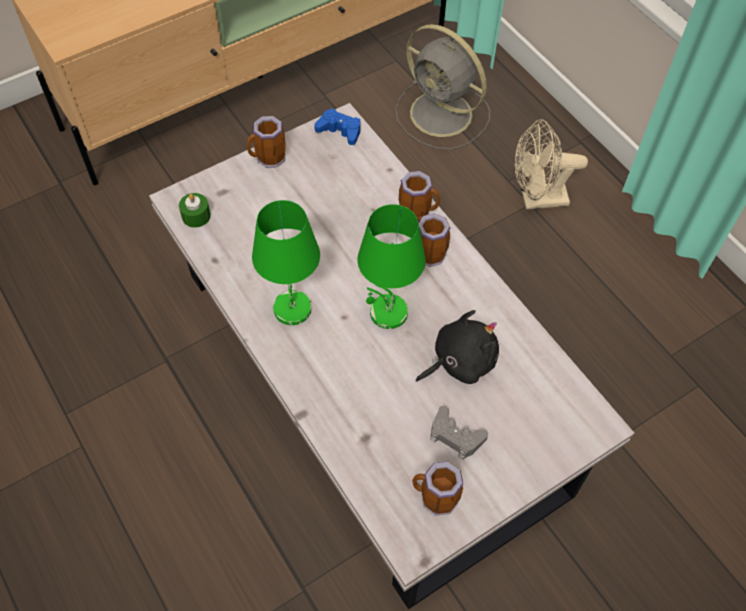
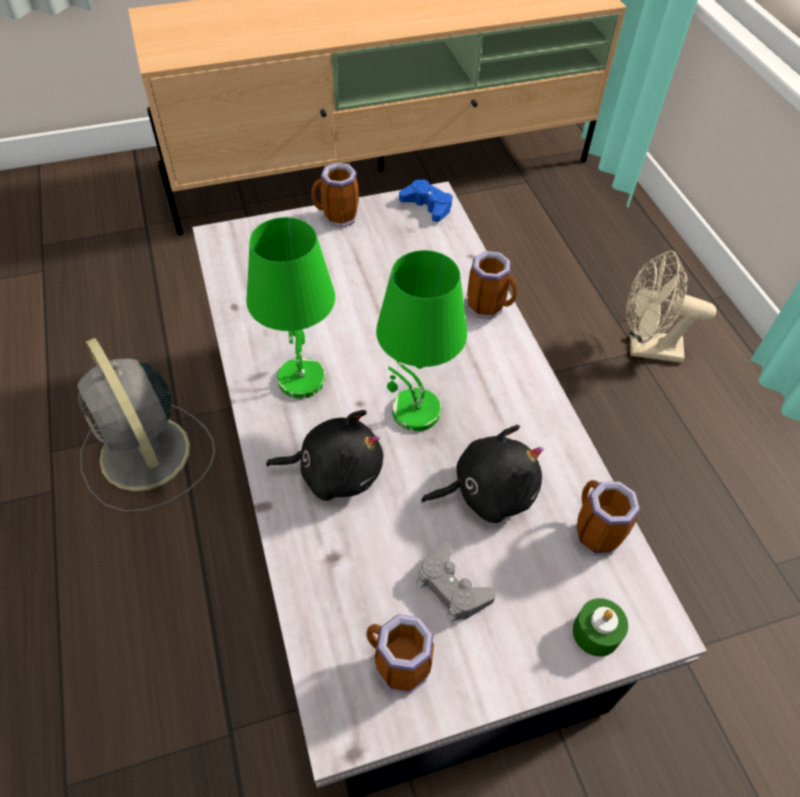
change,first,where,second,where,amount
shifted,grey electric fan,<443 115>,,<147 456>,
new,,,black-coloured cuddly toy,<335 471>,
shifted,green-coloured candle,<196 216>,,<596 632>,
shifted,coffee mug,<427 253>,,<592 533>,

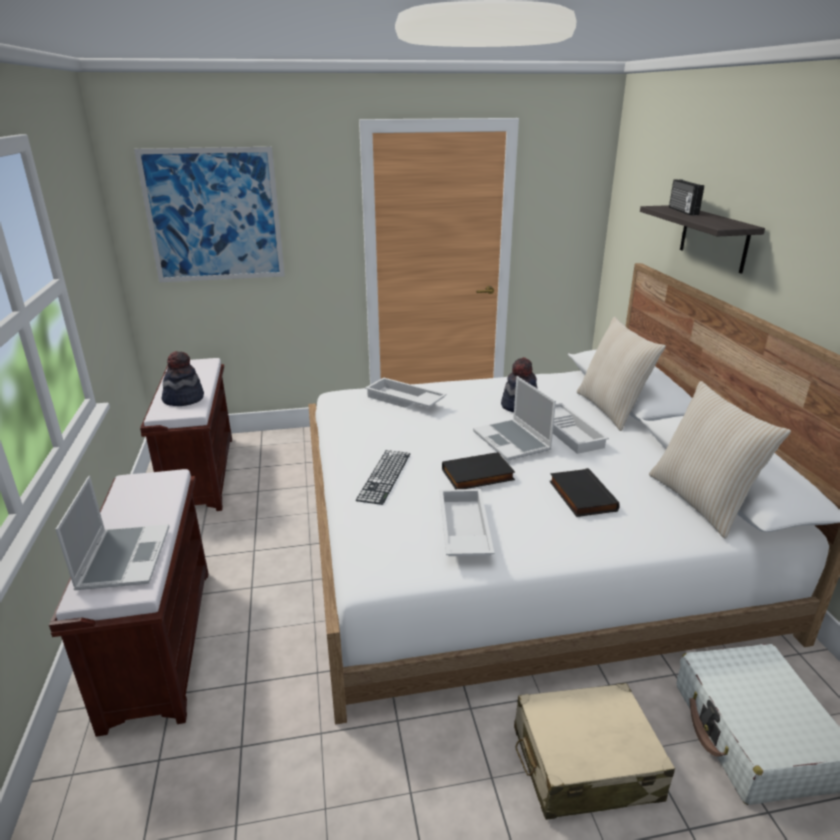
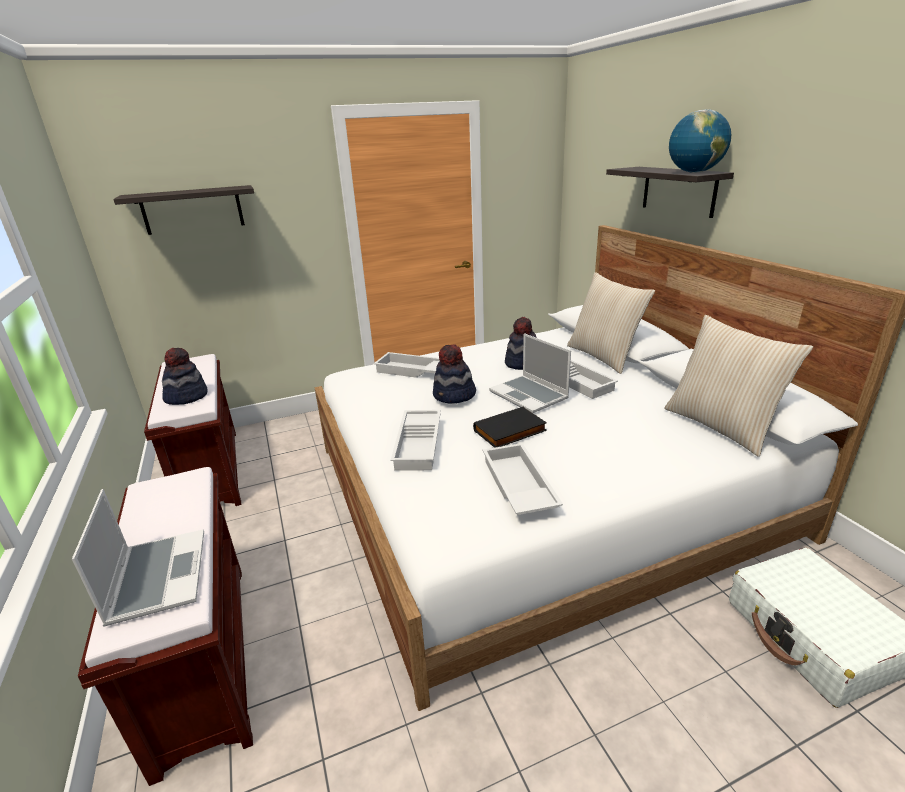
change,first,where,second,where,amount
swapped,wall picture,<214 216>,wall shelf,<192 210>,
swapped,keyboard,<384 476>,white carrying tray,<420 444>,
new,,,hat,<454 396>,
new,,,desk globe,<694 172>,
gone,sand-coloured suitcase,<584 763>,,,
gone,black-coloured volume,<580 496>,,,
gone,radio,<682 211>,,,

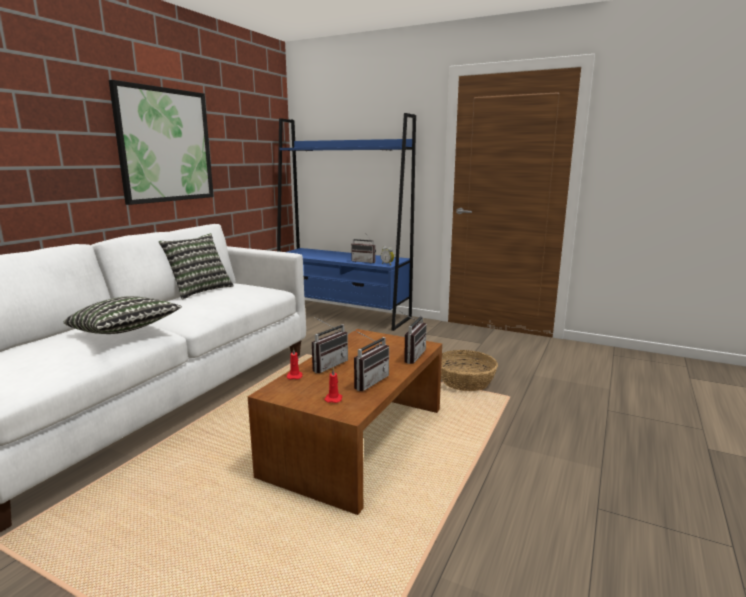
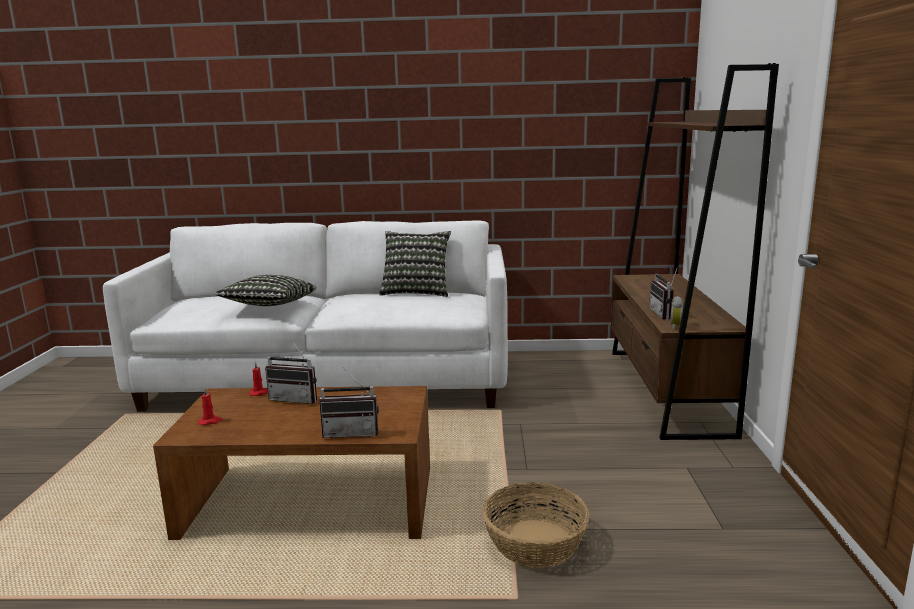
change,first,where,second,where,amount
repainted,bluish shelving unit,<342 314>,brownish shelving unit,<666 390>,
gone,wall picture,<165 145>,,,
gone,radio,<367 381>,,,

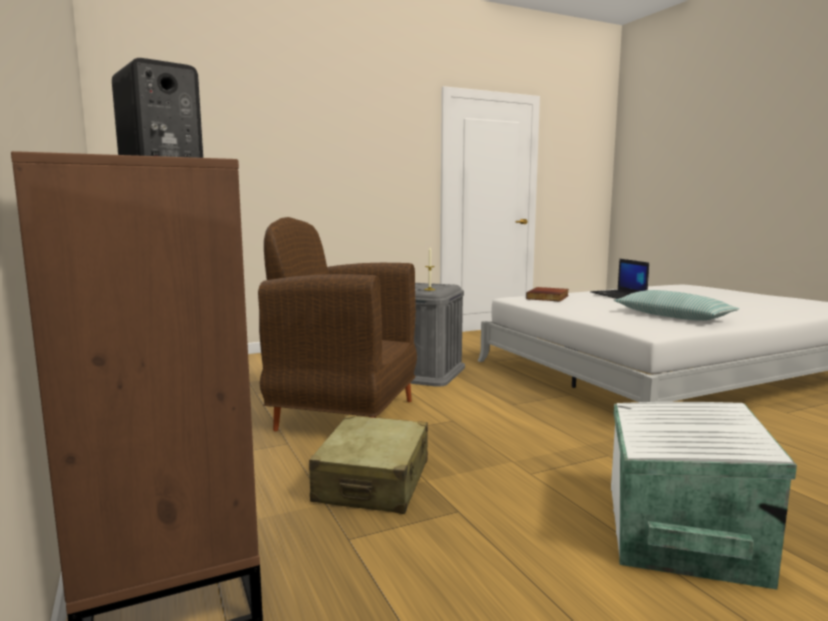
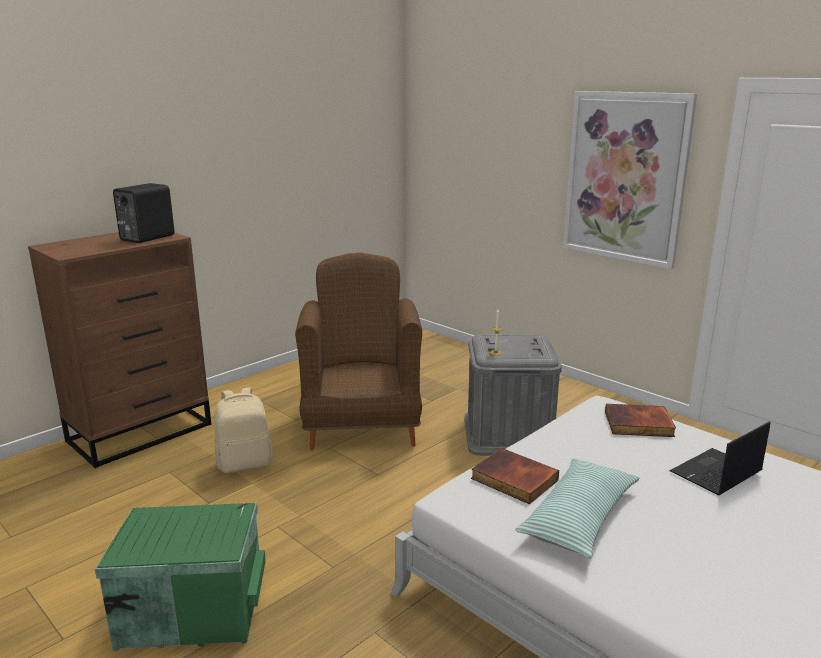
change,first,where,second,where,amount
repainted,white storage box,<678 531>,green-coloured storage box,<191 605>,
swapped,sand-coloured suitcase,<373 481>,sand-coloured backpack,<245 463>,
new,,,volume,<513 480>,
new,,,wall picture,<625 177>,

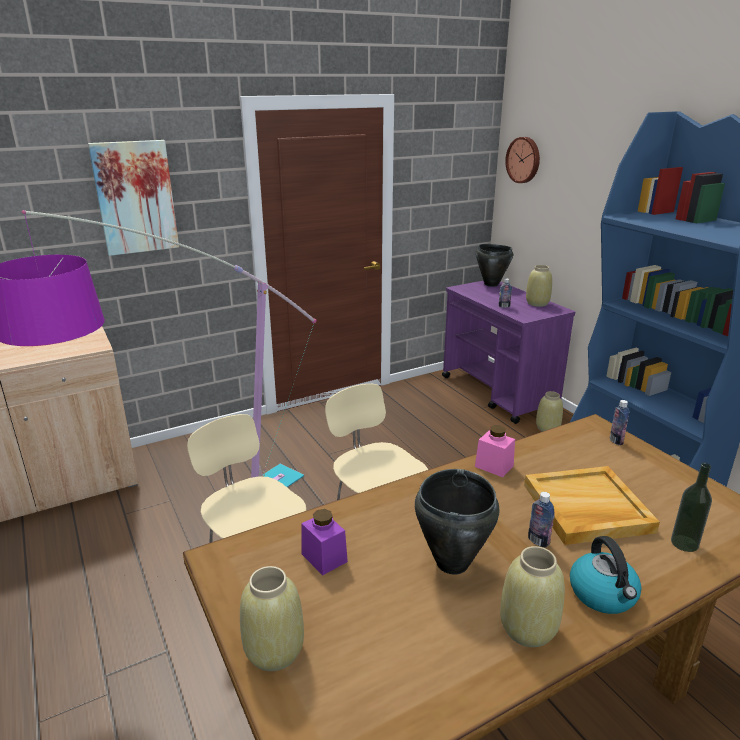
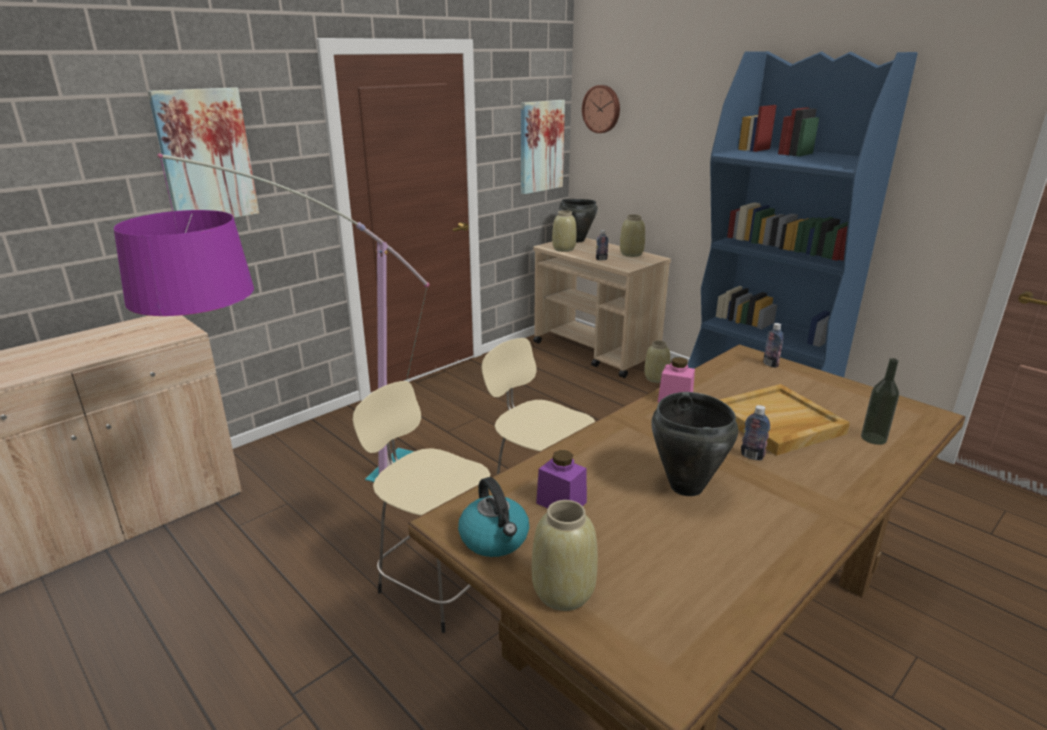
change,first,where,second,where,amount
shifted,tea kettle,<603 594>,,<495 539>,
new,,,wall picture,<541 146>,
repainted,purple wheeled cart,<499 393>,sand-coloured wheeled cart,<596 351>,
shifted,sand-coloured flower vase,<527 629>,,<563 249>,

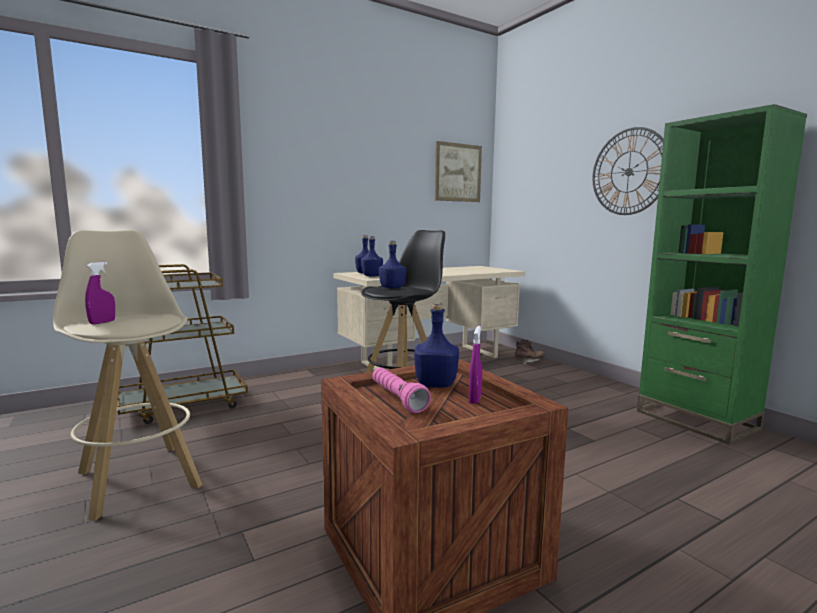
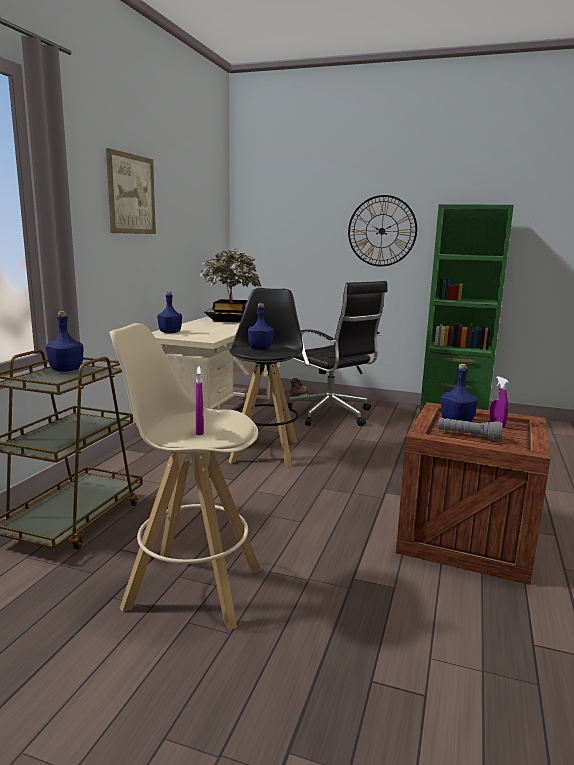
change,first,where,second,where,amount
shifted,bluish beverage bottle,<372 276>,,<67 370>,
shifted,wall picture,<458 172>,,<131 194>,
new,,,houseplant,<231 319>,
new,,,black-coloured office chair,<331 415>,
repainted,pinkish torch,<397 399>,grey torch,<468 436>,

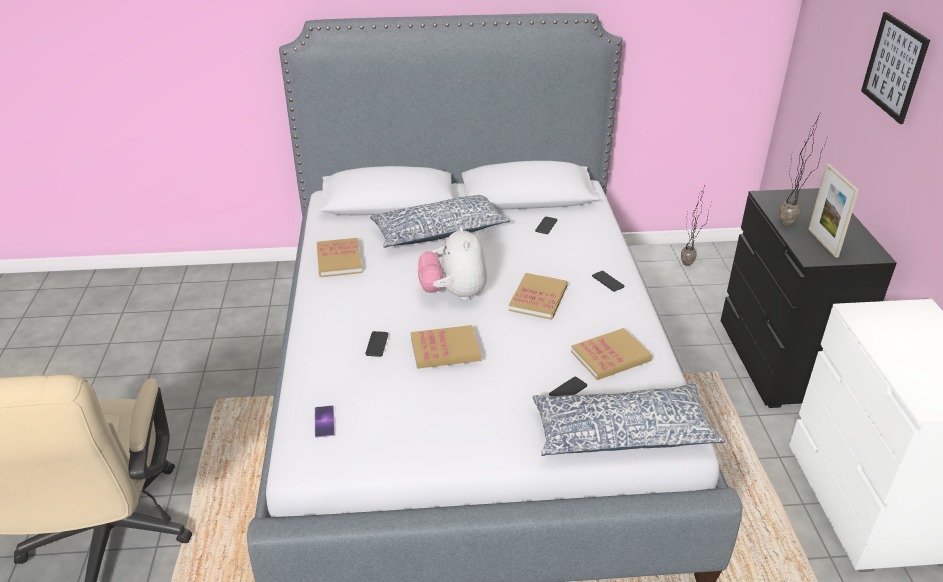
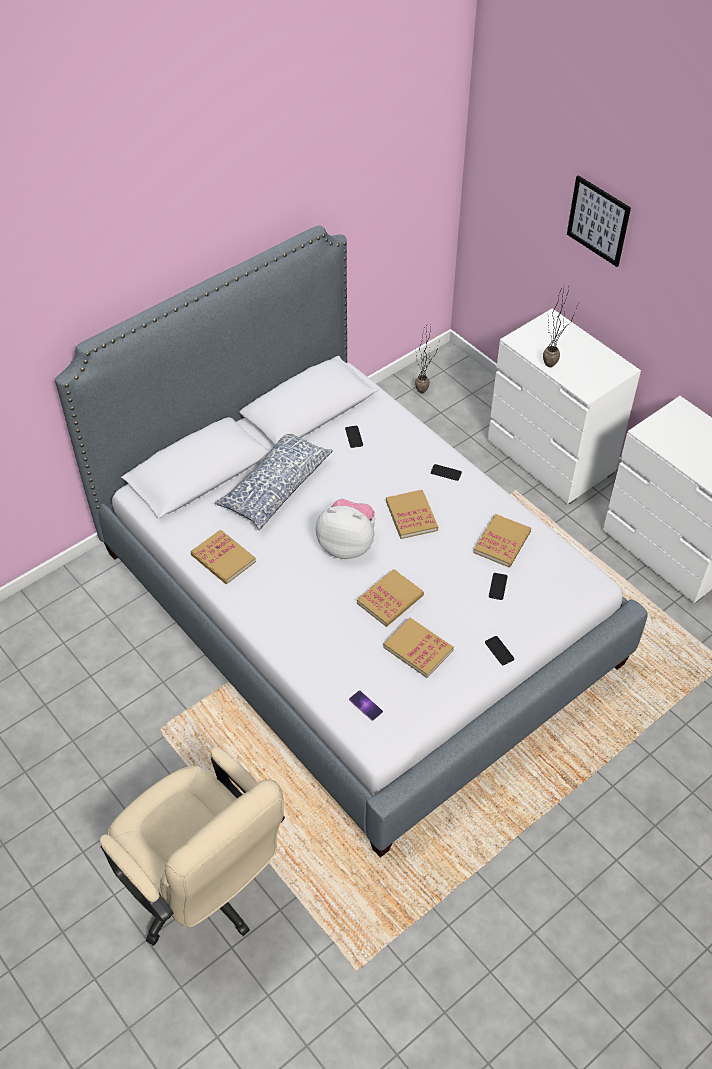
change,first,where,second,where,amount
rotated,cuddly toy,<454 294>,,<347 545>,150 degrees clockwise
new,,,volume,<418 649>,
shifted,handset,<377 344>,,<499 651>,
repainted,black-coloured drawer chest,<779 362>,white drawer chest,<551 457>,
gone,pillow,<621 433>,,,
gone,photo frame,<823 242>,,,

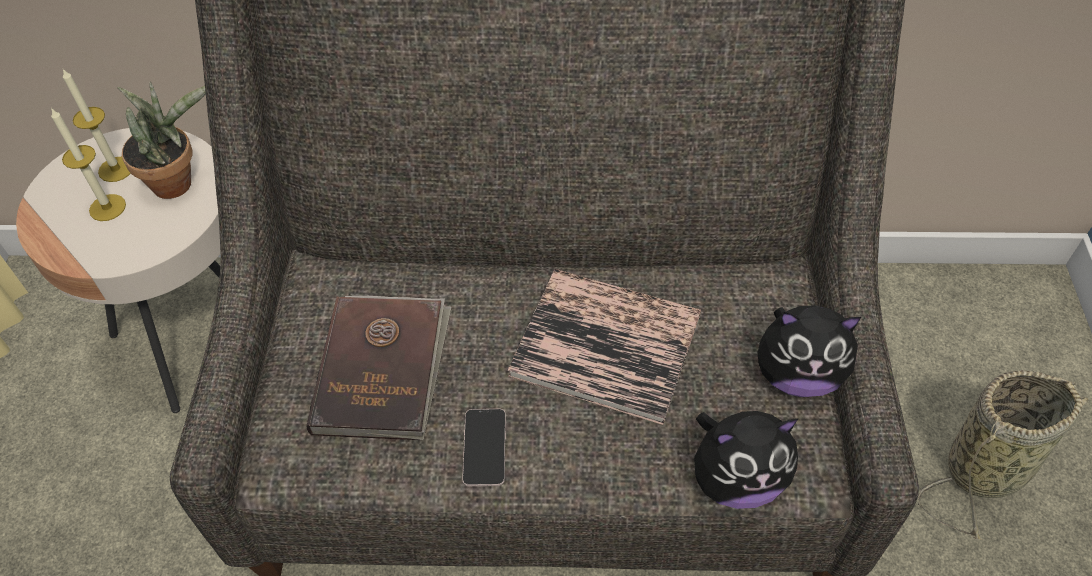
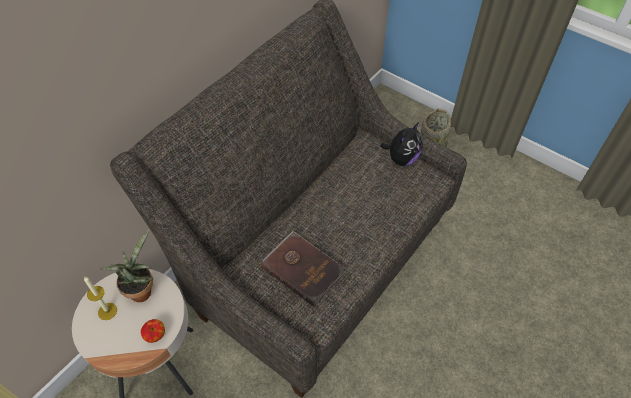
change,first,where,second,where,amount
new,,,apple,<155 335>,
gone,candle,<107 207>,,,
gone,handset,<484 447>,,,
gone,volume,<606 344>,,,
gone,cuddly toy,<736 479>,,,

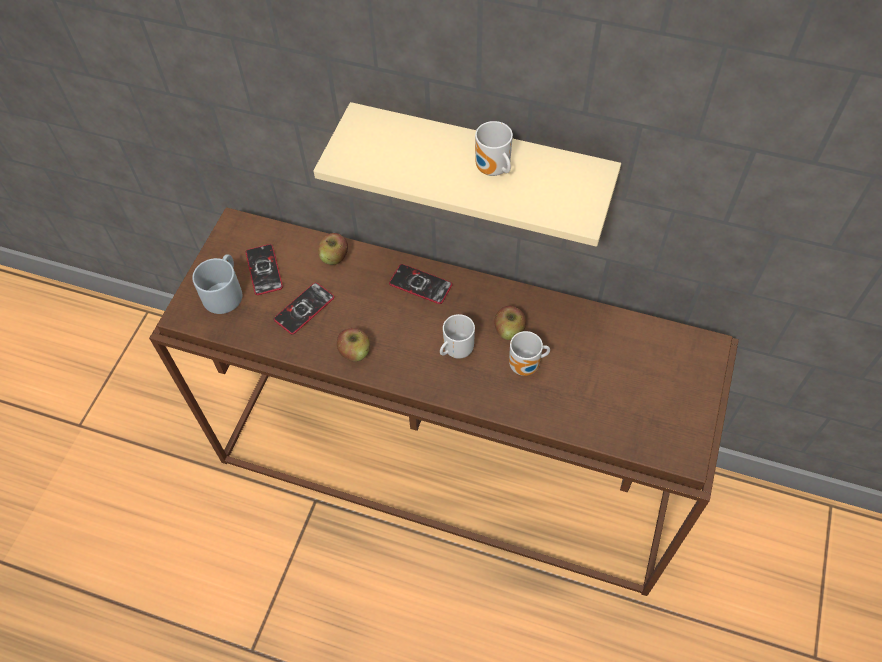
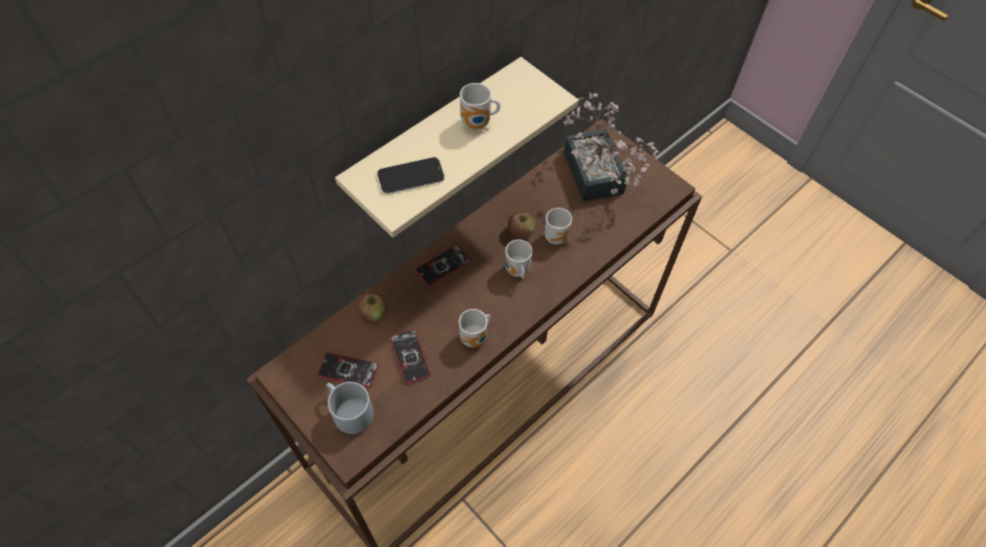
change,first,where,second,where,amount
new,,,handset,<411 176>,
swapped,apple,<355 352>,coffee mug,<475 338>,
new,,,houseplant,<595 179>,

